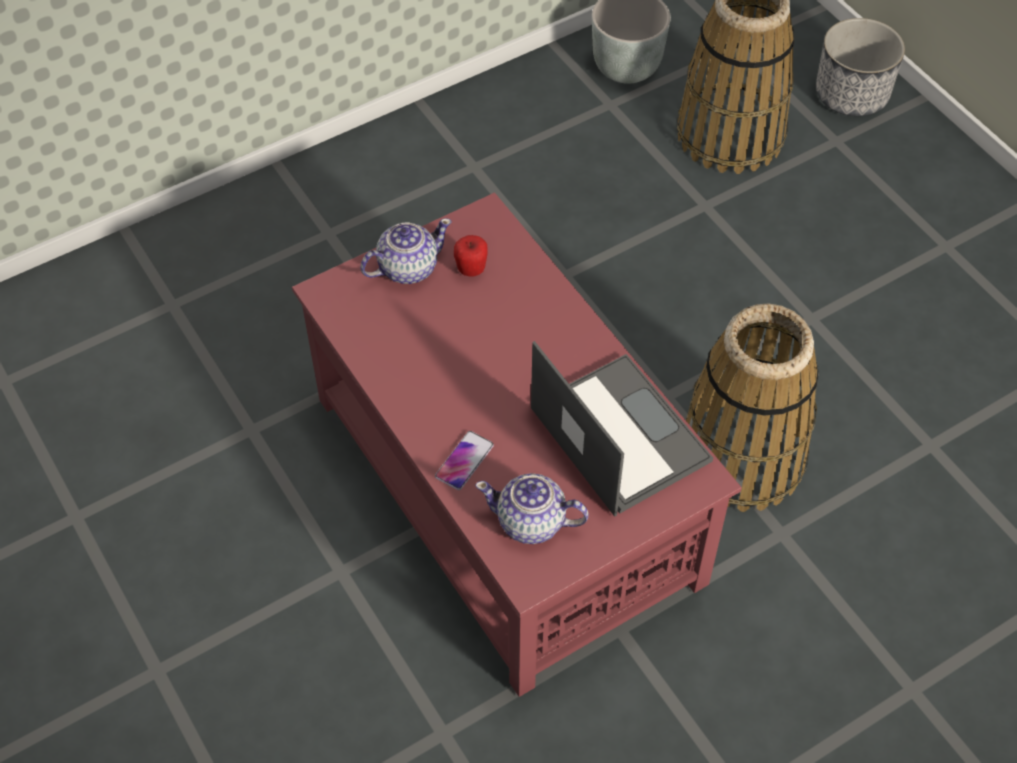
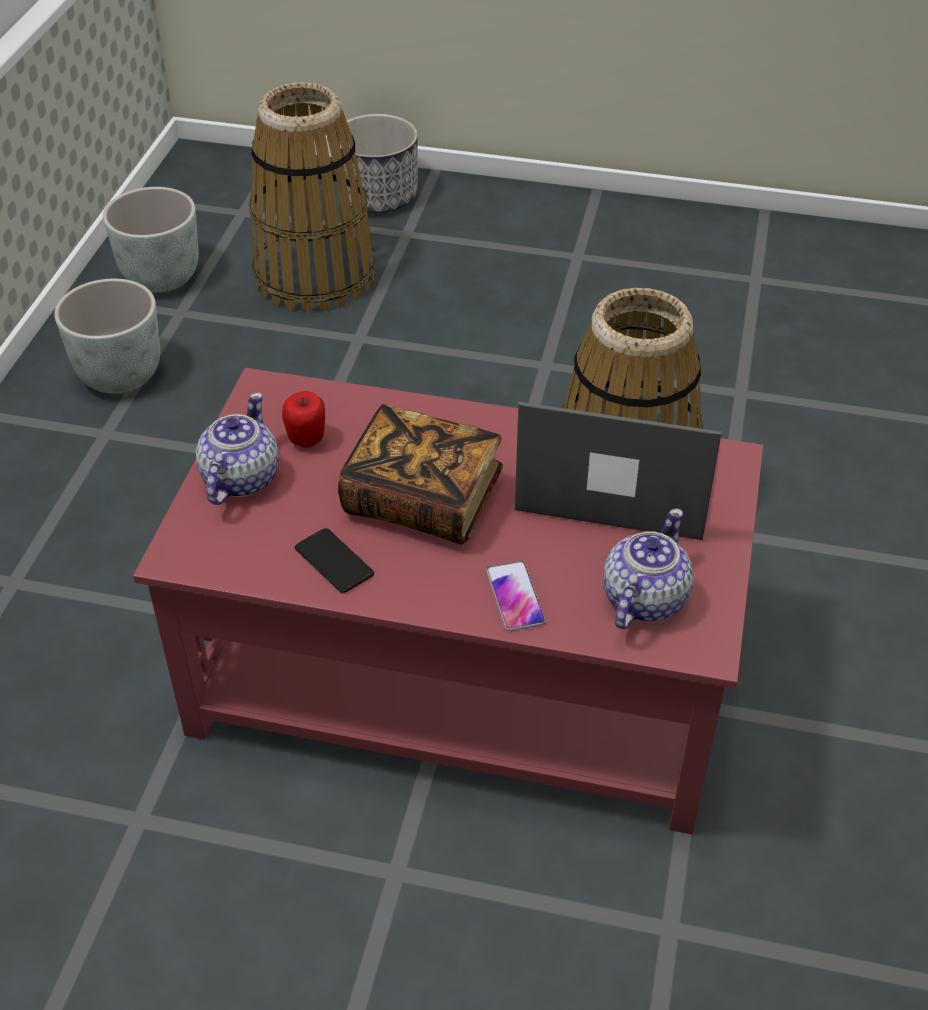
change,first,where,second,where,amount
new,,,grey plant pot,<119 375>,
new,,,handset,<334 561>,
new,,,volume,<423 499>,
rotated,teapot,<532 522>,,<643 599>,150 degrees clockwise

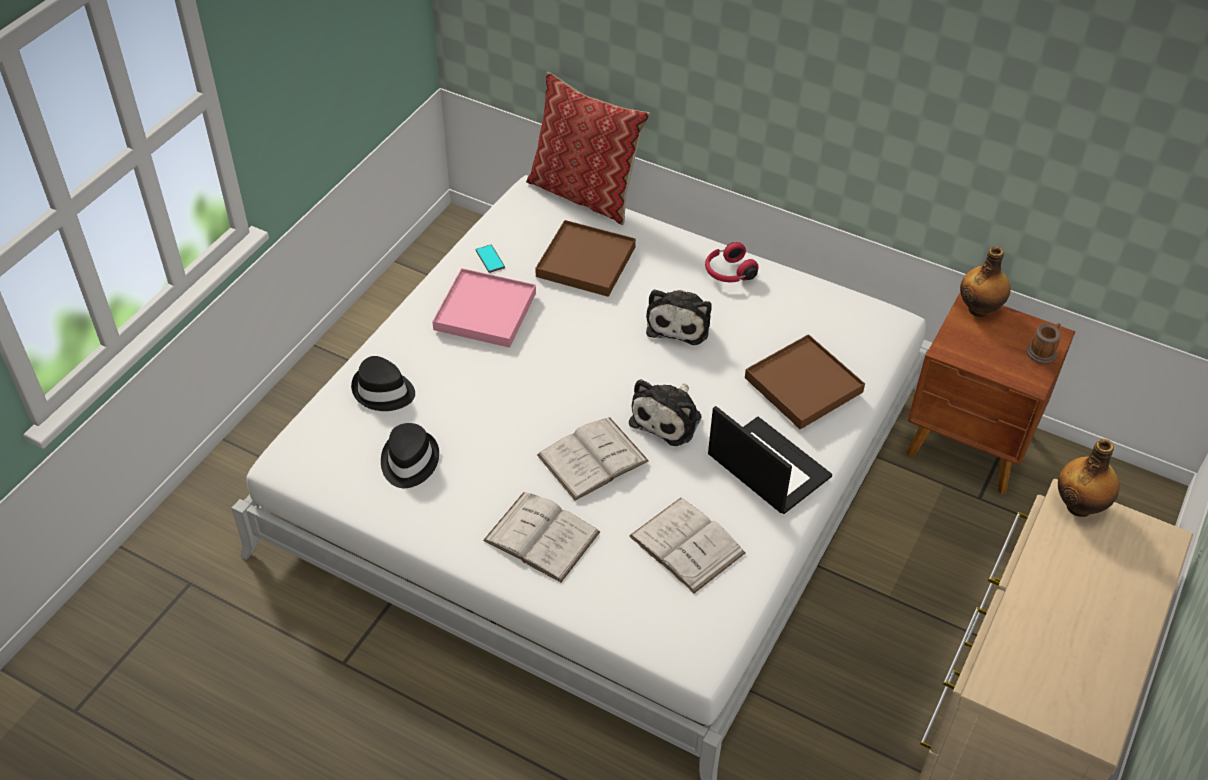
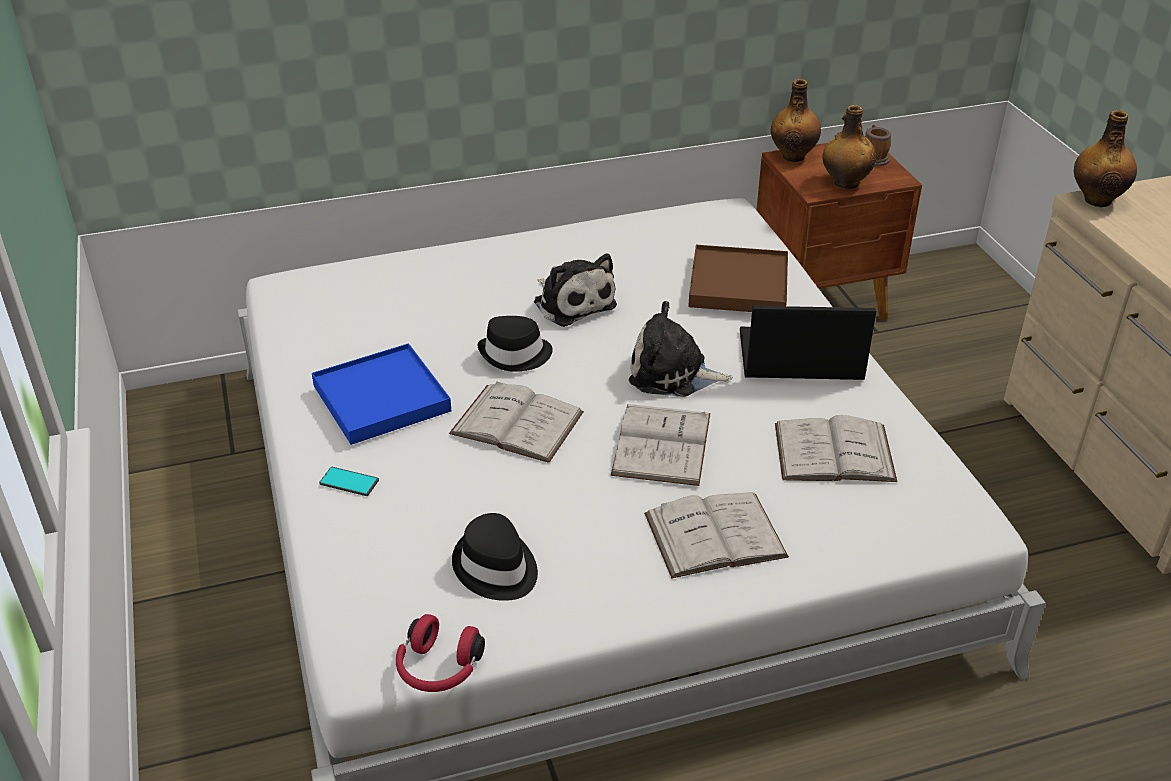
change,first,where,second,where,amount
repainted,pinkish carrying tray,<485 311>,bluish carrying tray,<382 398>,
shifted,handset,<490 259>,,<349 482>,
shifted,red pair of headphones,<728 273>,,<438 669>,
new,,,white volume,<517 423>,
shifted,black-coloured hat,<383 391>,,<515 355>,
rotated,cuddly toy,<668 418>,,<673 374>,120 degrees clockwise
new,,,beverage bottle,<845 183>,
gone,pillow,<585 193>,,,
gone,brownish carrying tray,<586 262>,,,

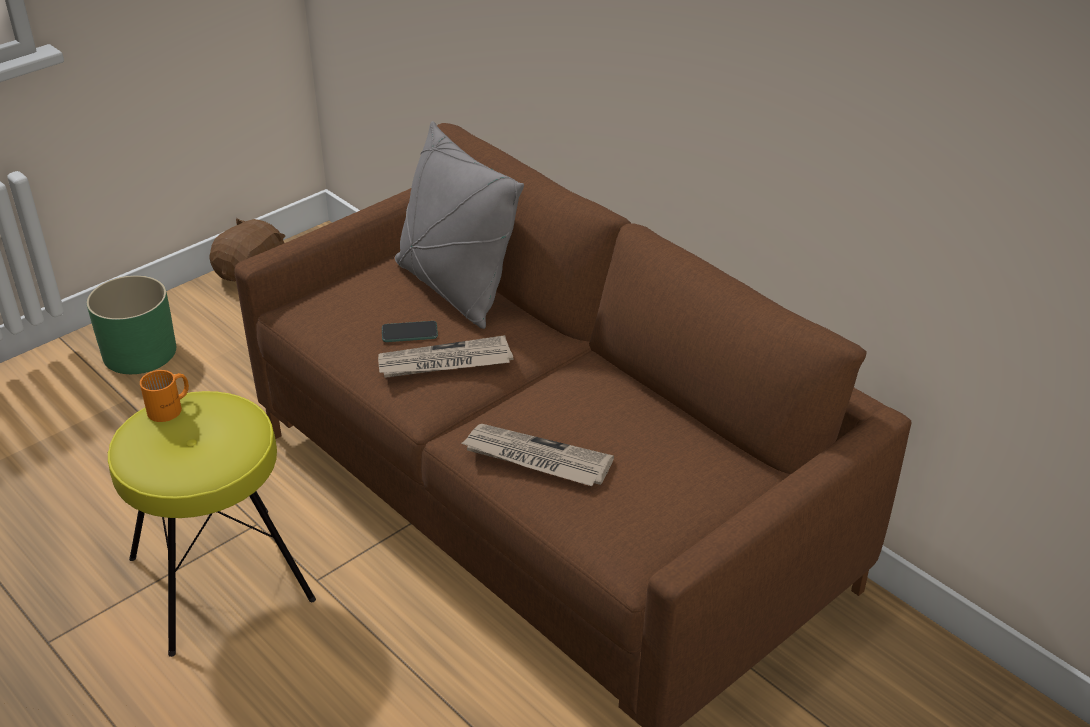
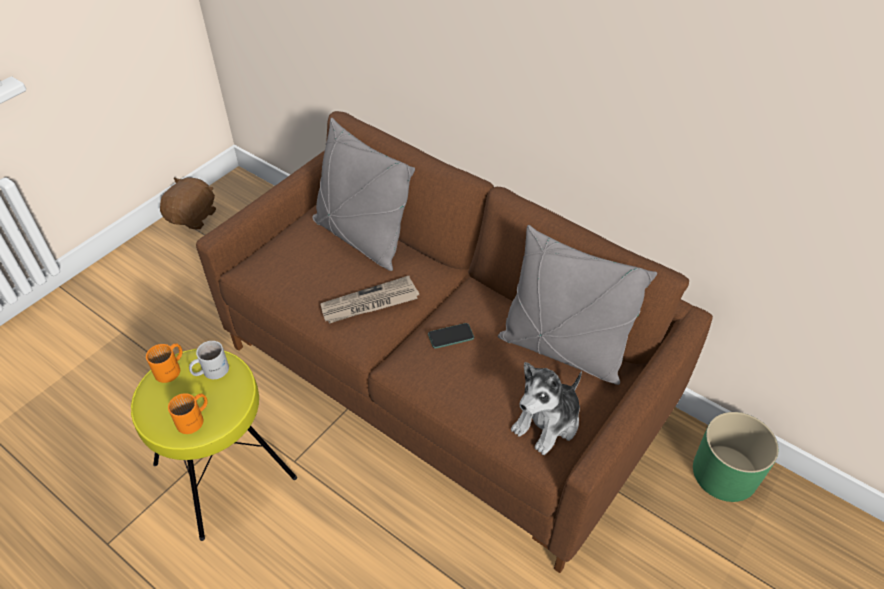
change,first,where,second,where,amount
new,,,orangey coffee mug,<195 419>,
new,,,white coffee mug,<210 370>,
shifted,handset,<409 333>,,<451 336>,
new,,,grey pillow,<562 350>,
new,,,cuddly toy,<547 422>,
shifted,green-coloured plant pot,<140 352>,,<725 473>,
gone,daily paper,<536 459>,,,

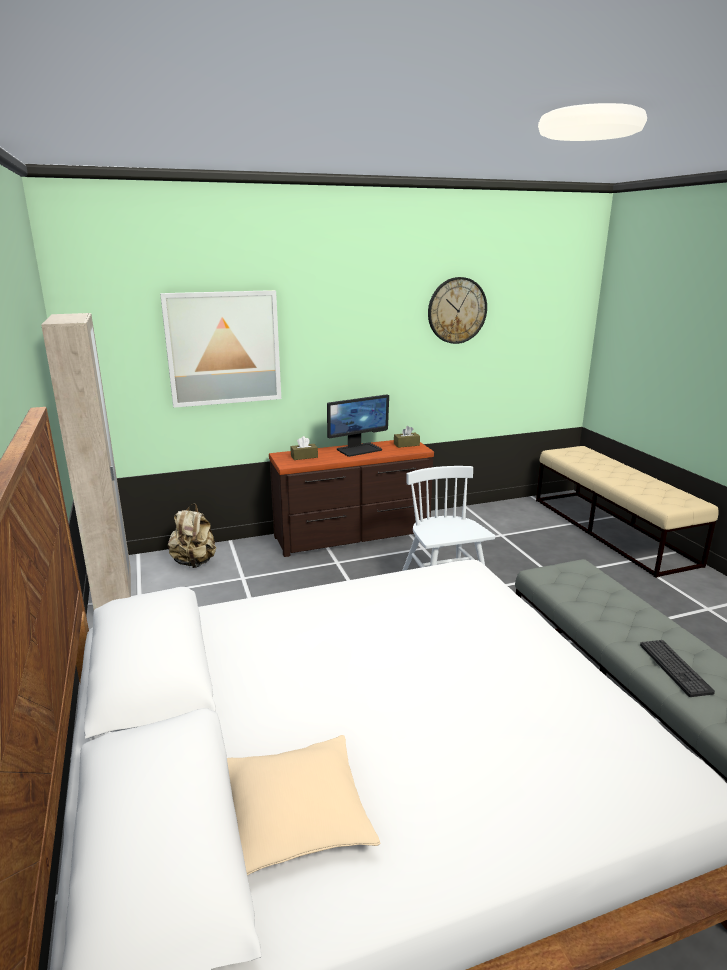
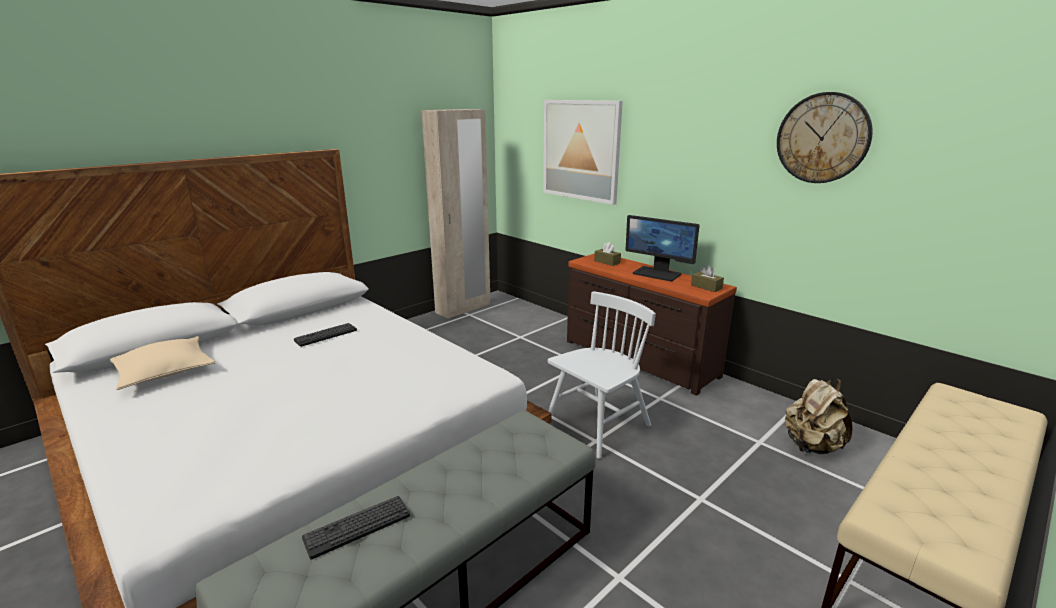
change,first,where,second,where,amount
new,,,keyboard,<326 335>,
shifted,sand-coloured backpack,<194 562>,,<811 446>,

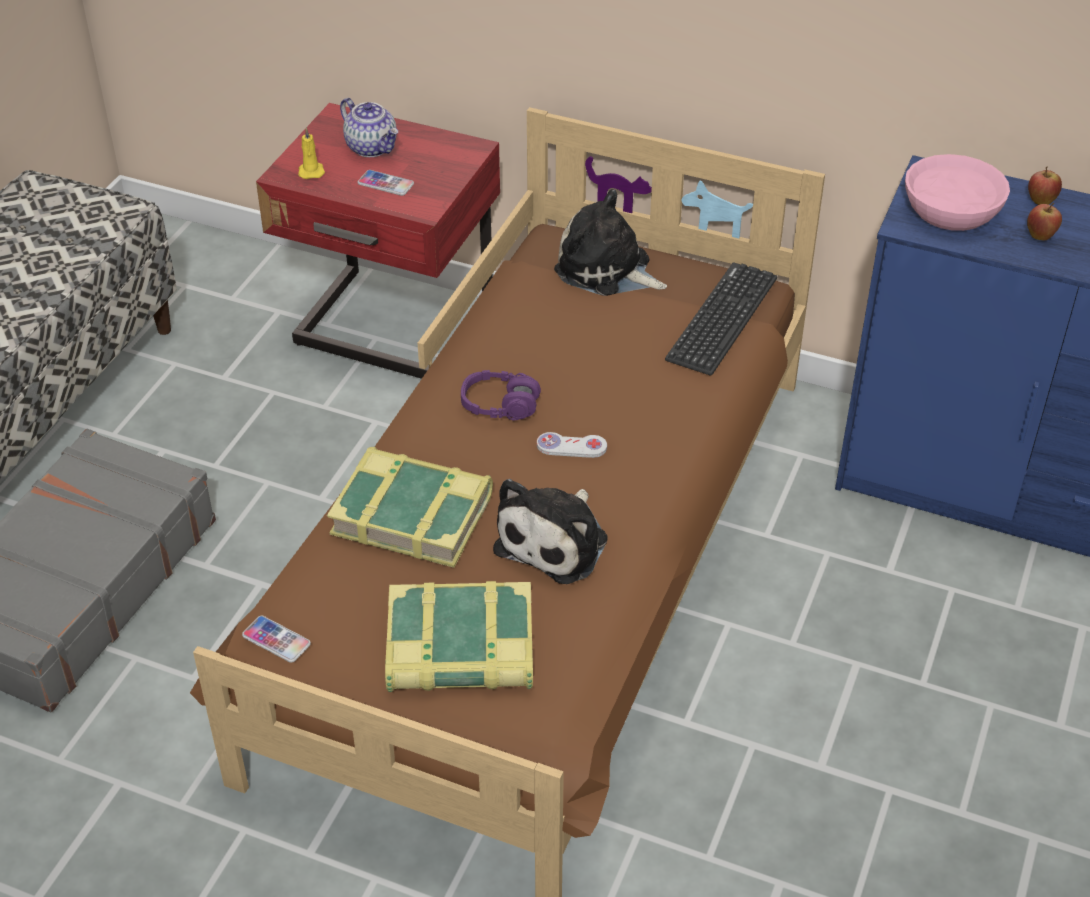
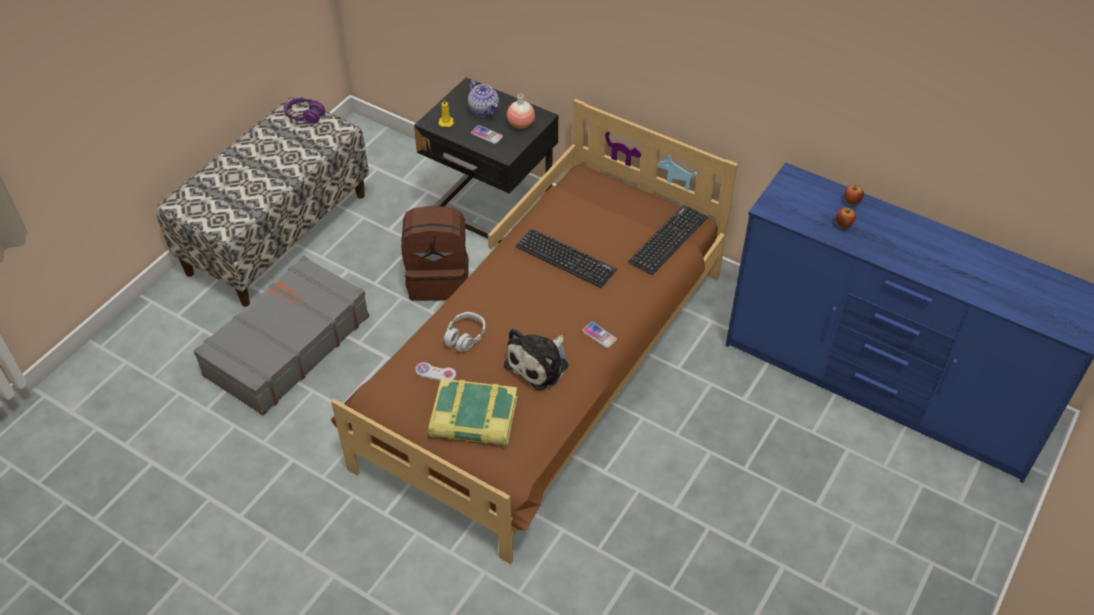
change,first,where,second,where,amount
shifted,purple pair of headphones,<500 405>,,<305 116>,
new,,,brownish backpack,<439 279>,
repainted,red bedside table,<393 331>,black-coloured bedside table,<491 212>,
shifted,white game controller,<571 446>,,<435 373>,
swapped,volume,<413 514>,grey pair of headphones,<465 337>,
new,,,flower vase,<521 124>,
new,,,keyboard,<565 258>,
shifted,handset,<276 640>,,<599 335>,
gone,cuddly toy,<607 270>,,,
gone,pinkish serving bowl,<953 209>,,,

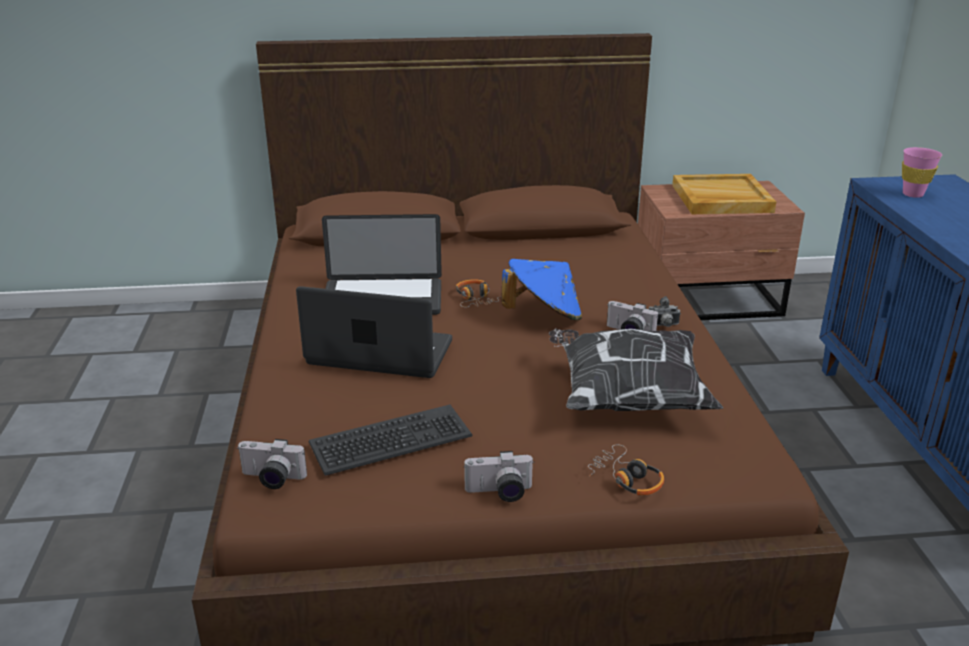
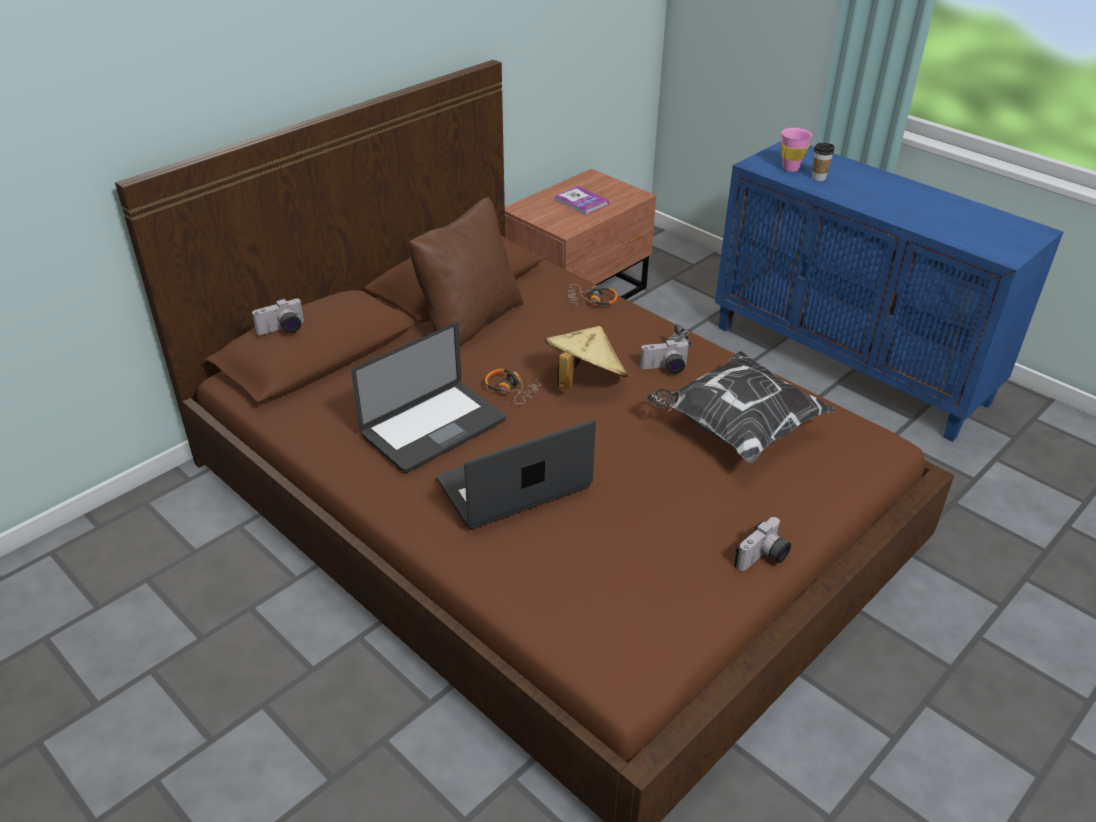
change,first,where,second,where,amount
shifted,still camera,<271 479>,,<282 330>,
new,,,brownish pillow,<469 321>,
repainted,bluish hat,<543 315>,sand-coloured hat,<584 381>,
swapped,sand-coloured carrying tray,<721 199>,volume,<581 202>,
shifted,pair of headphones,<626 479>,,<591 301>,
new,,,small cup,<818 178>,
gone,keyboard,<391 441>,,,

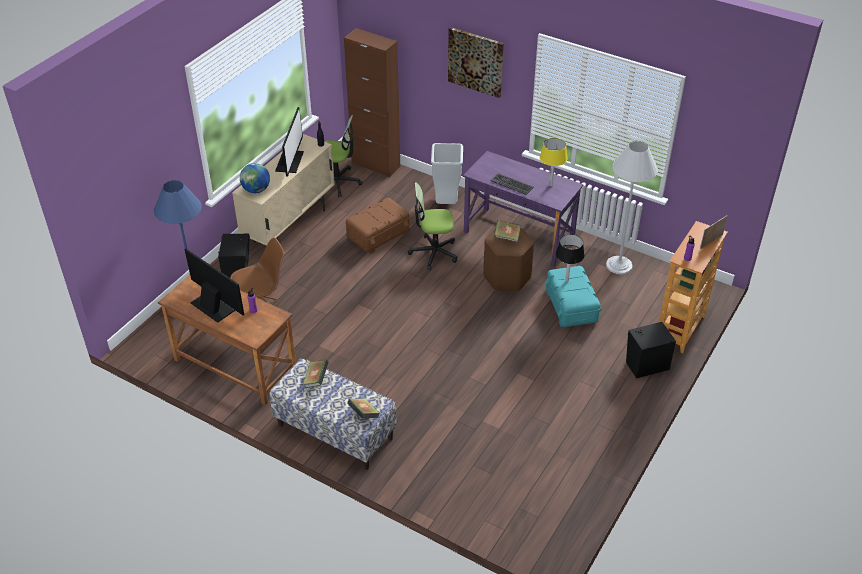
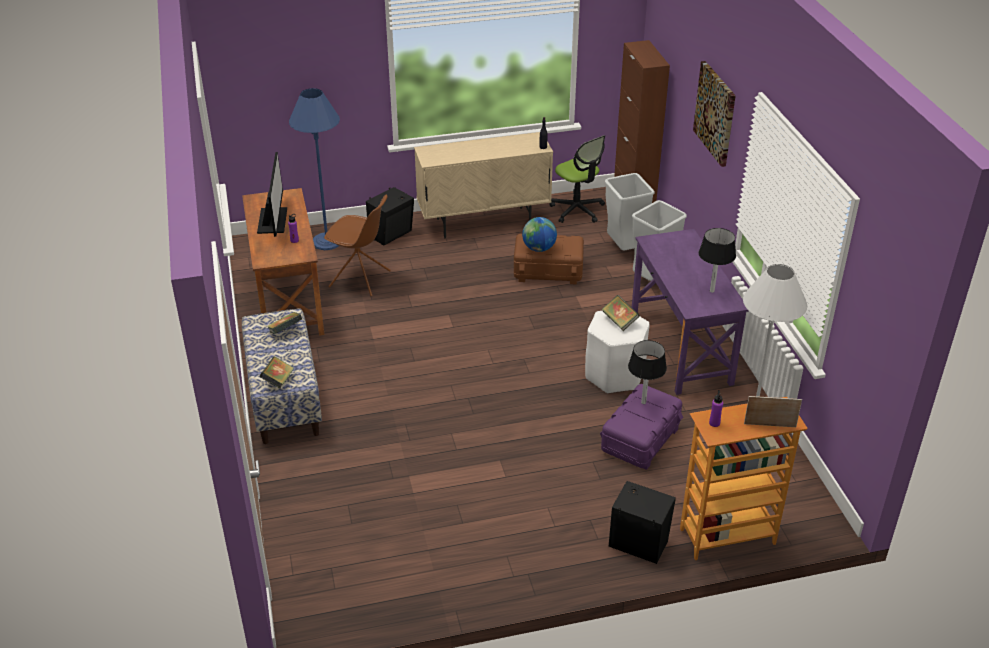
change,first,where,second,where,amount
shifted,desk globe,<256 190>,,<539 248>,
repainted,brownish stool seat,<506 277>,white stool seat,<614 374>,
repainted,turquoise storage box,<571 306>,purple storage box,<640 440>,
new,,,grey trash can,<624 249>,
repainted,yellowish tabletop lamp,<551 185>,black-coloured tabletop lamp,<712 291>,
gone,monitor,<290 161>,,,
gone,office chair,<434 253>,,,
gone,keyboard,<512 184>,,,

